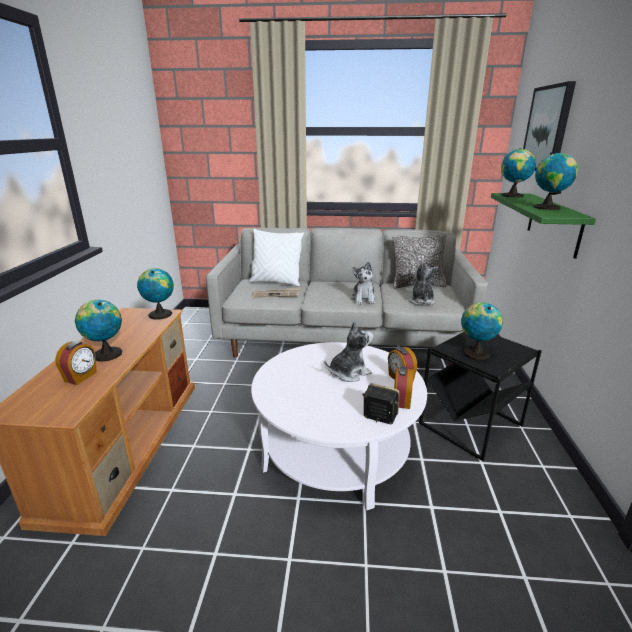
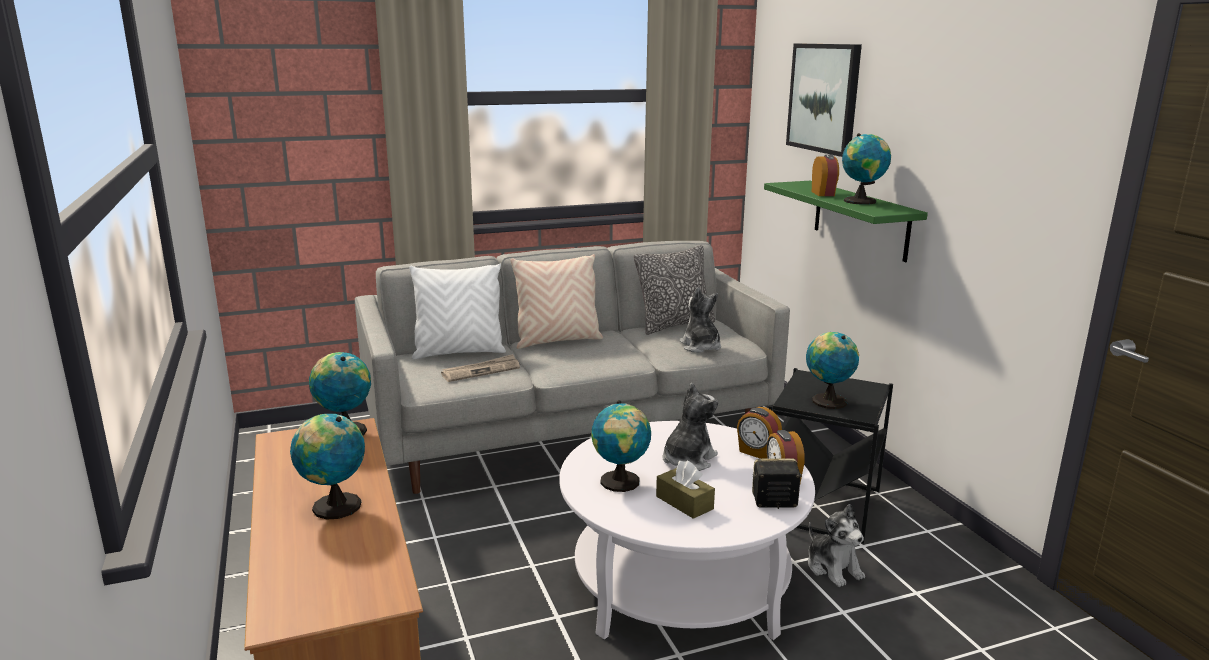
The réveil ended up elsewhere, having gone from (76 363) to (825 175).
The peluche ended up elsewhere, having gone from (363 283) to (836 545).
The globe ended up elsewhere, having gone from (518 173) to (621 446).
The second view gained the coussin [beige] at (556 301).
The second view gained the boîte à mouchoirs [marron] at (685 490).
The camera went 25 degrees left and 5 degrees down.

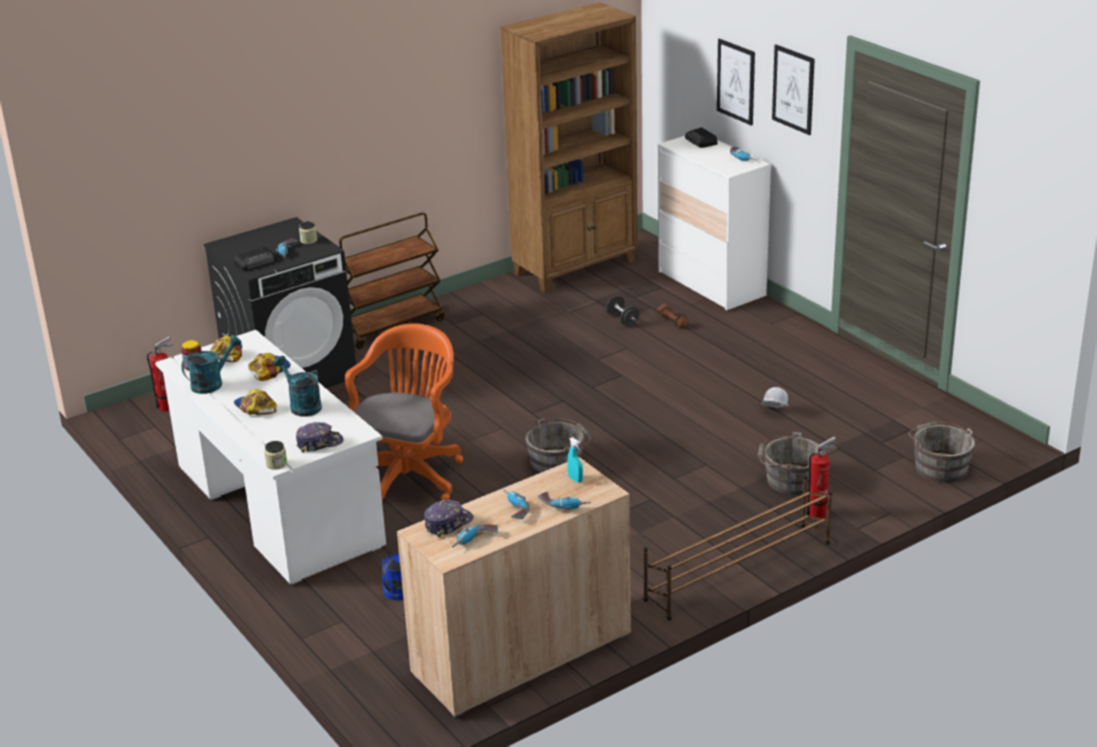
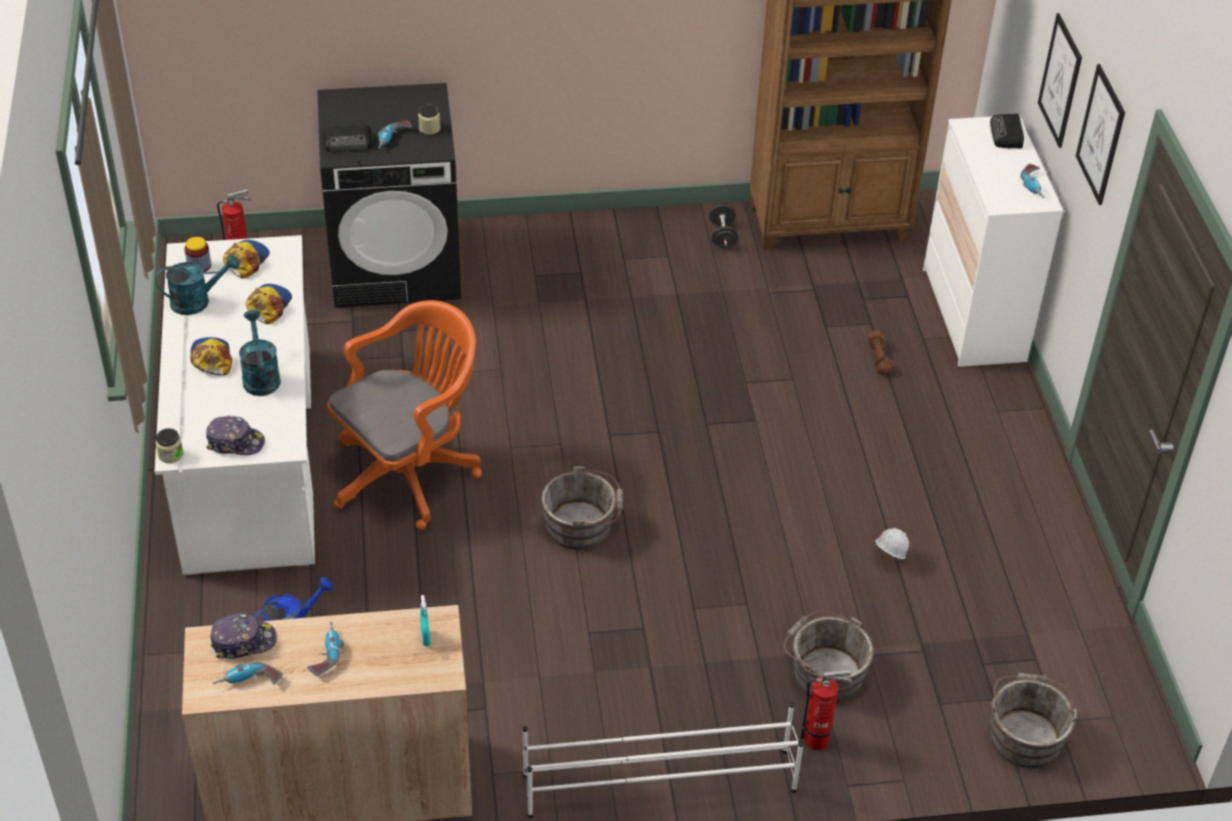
The casquette at (269 367) ended up facing another way, 45 degrees counterclockwise from before.
The second view lost the chariot [marron] at (392 280).
The second view lost the perceuse at (564 501).
The haltère [noir] ended up elsewhere, having gone from (622 310) to (723 226).
What was the étagère à chaussures [marron] at (738 547) turned into the étagère à chaussures [blanc] at (663 760).
The camera went 25 degrees right and 15 degrees up.

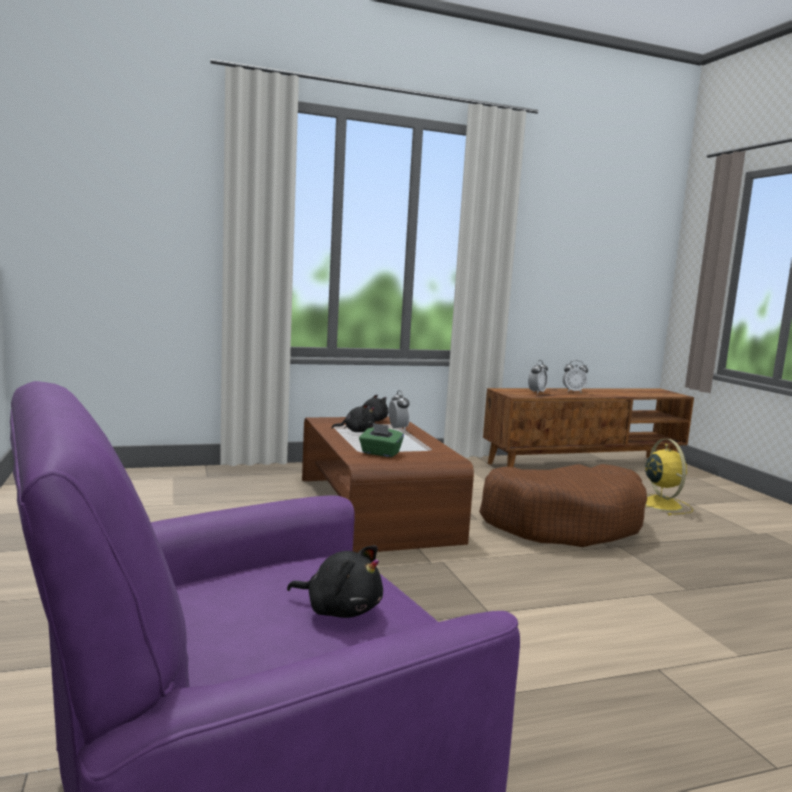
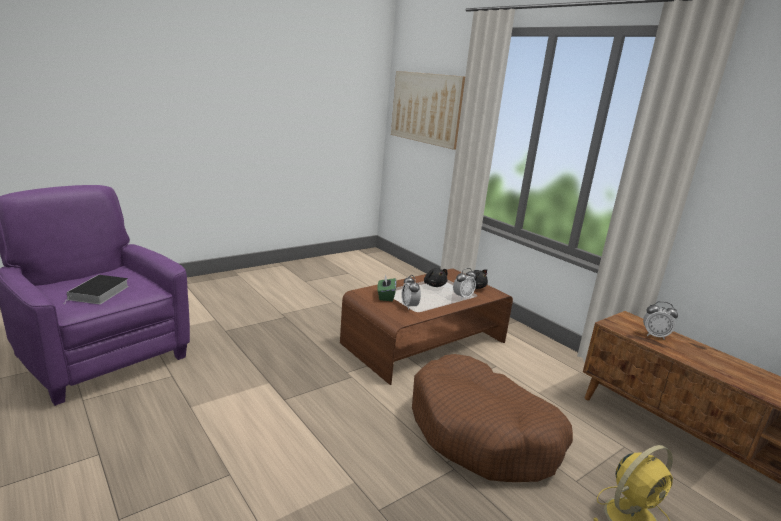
Where the peluche [noir] stood at (335 581), the livre came to stand at (96 289).
The réveil ended up elsewhere, having gone from (575 376) to (411 292).
The second view gained the tableau at (428 110).
The camera went 70 degrees right and 10 degrees up.

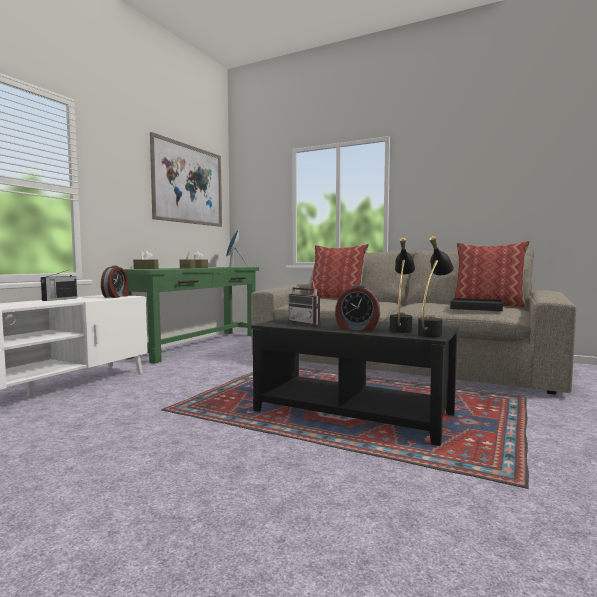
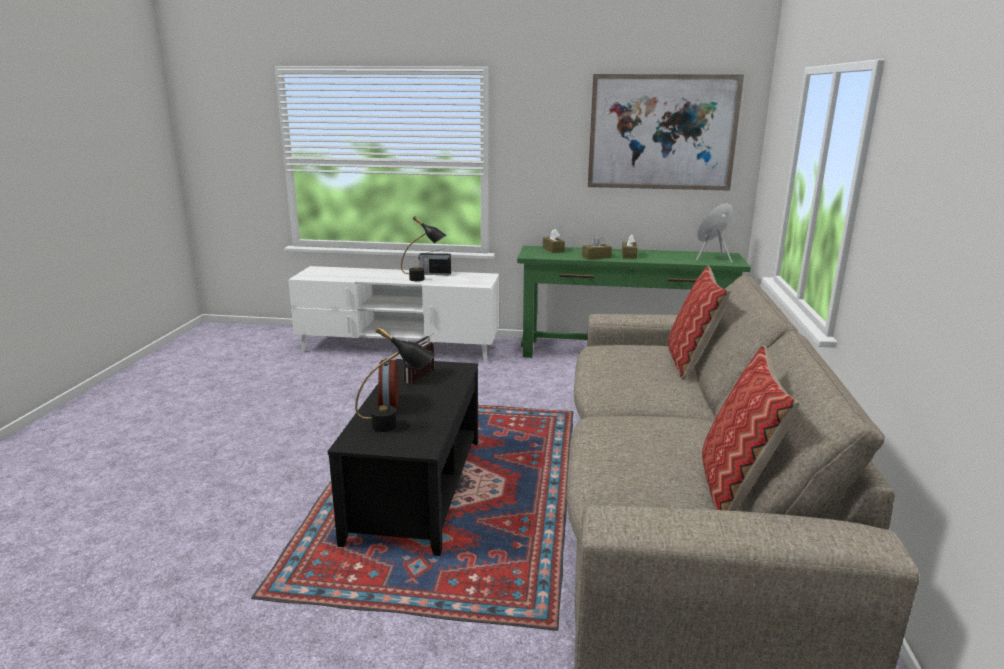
The second view lost the réveil at (115 282).
The lampe de table [noir] ended up elsewhere, having gone from (436 286) to (423 248).
The second view lost the plateau [noir] at (476 304).
The camera went 70 degrees right and 15 degrees up.

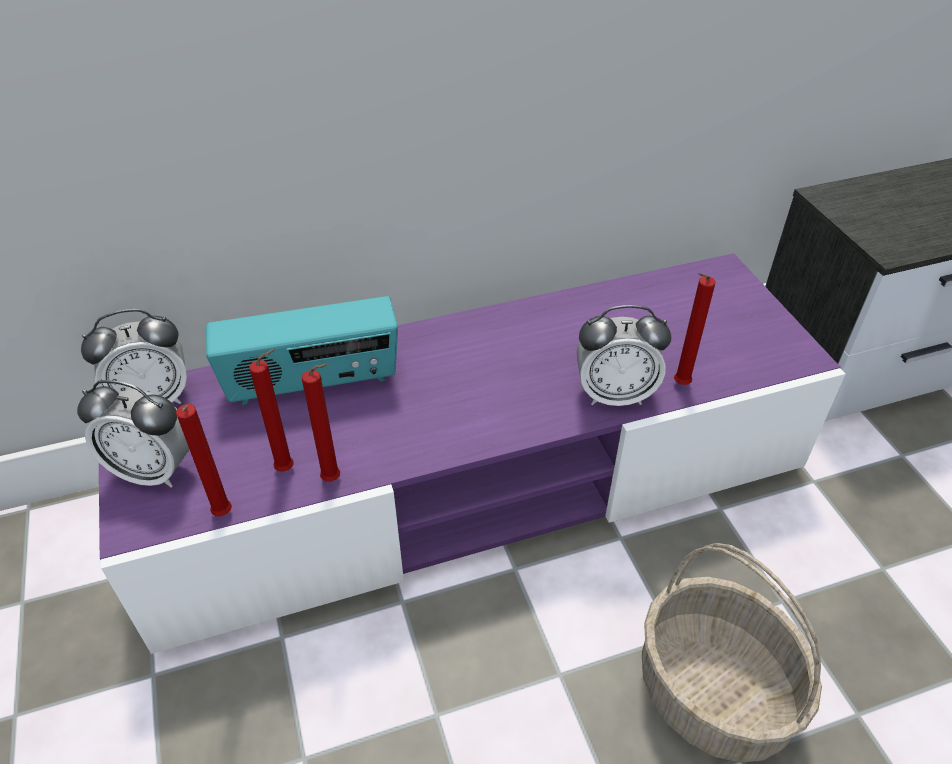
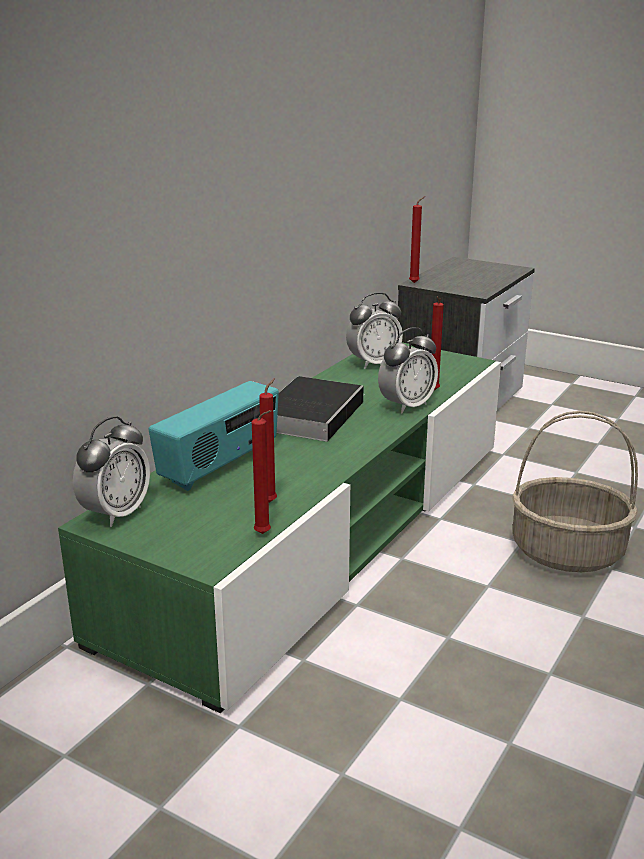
The réveil ended up elsewhere, having gone from (133 434) to (374 331).
What was the meuble télé [violet] at (472 453) turned into the meuble télé [vert] at (279 527).
The bougie [rouge] ended up elsewhere, having gone from (321 423) to (417 239).
The second view gained the livre at (320 409).
The camera went 40 degrees left and 20 degrees down.

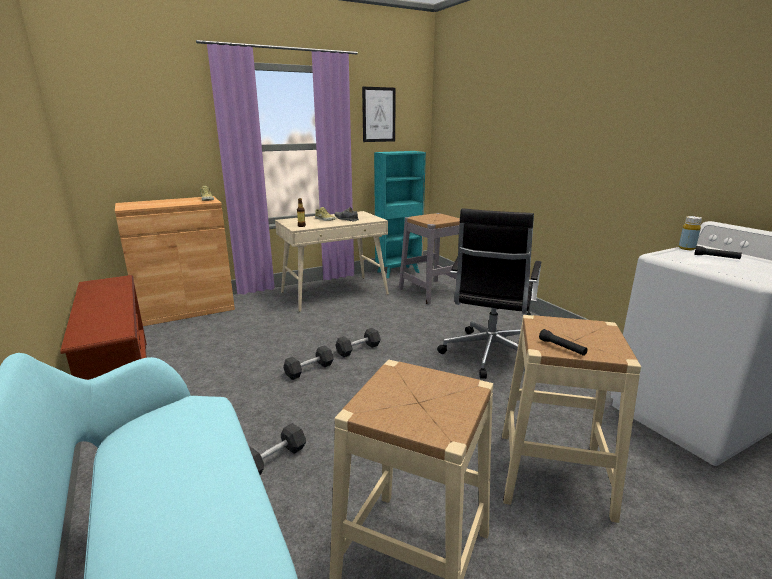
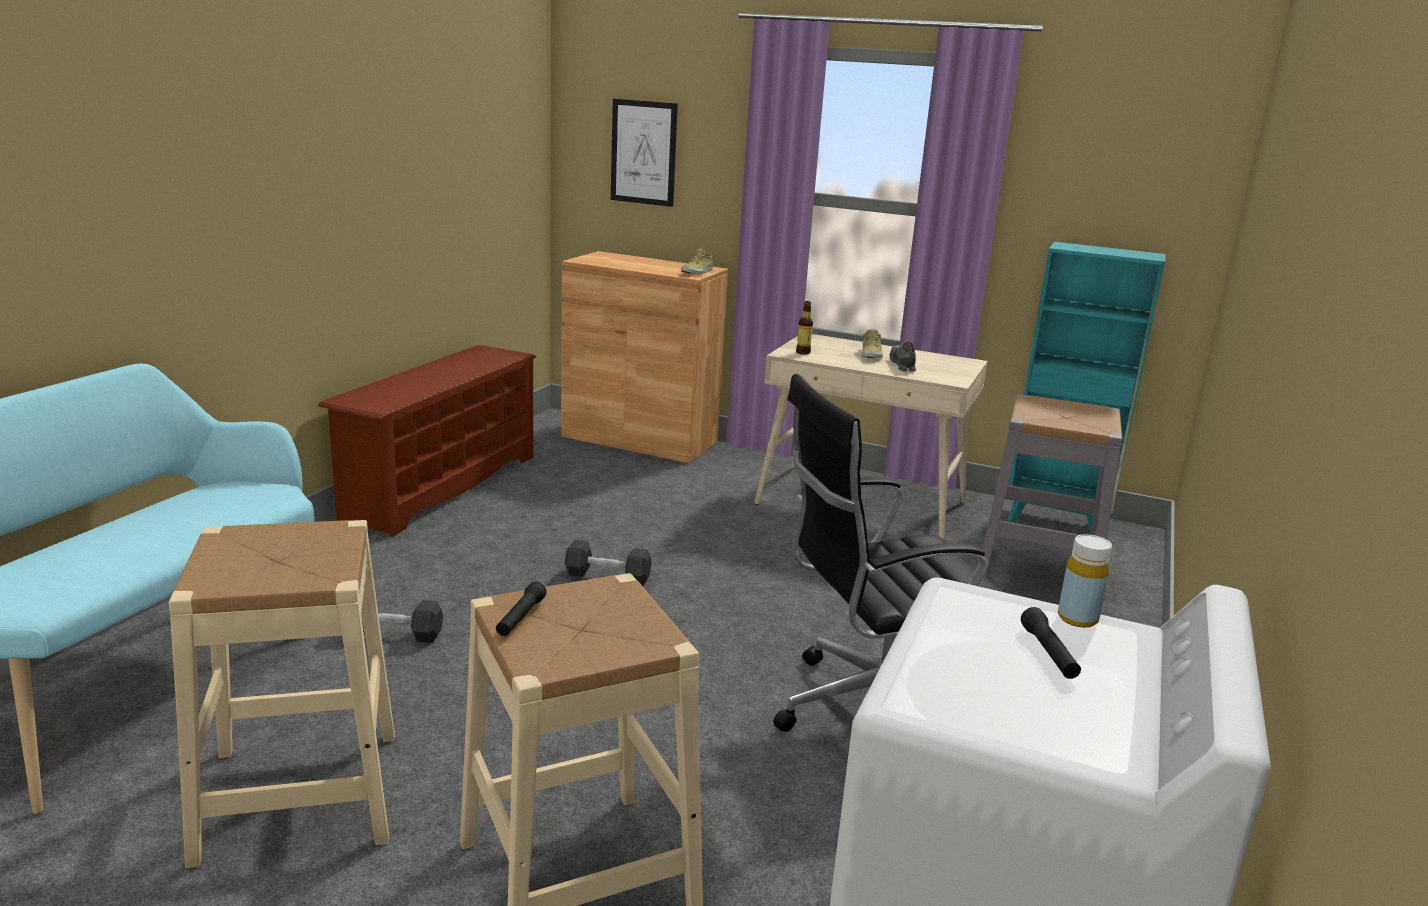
The second view lost the haltère [noir] at (358 342).
The tableau ended up elsewhere, having gone from (379 114) to (644 153).
The camera went 50 degrees right and 0 degrees up.

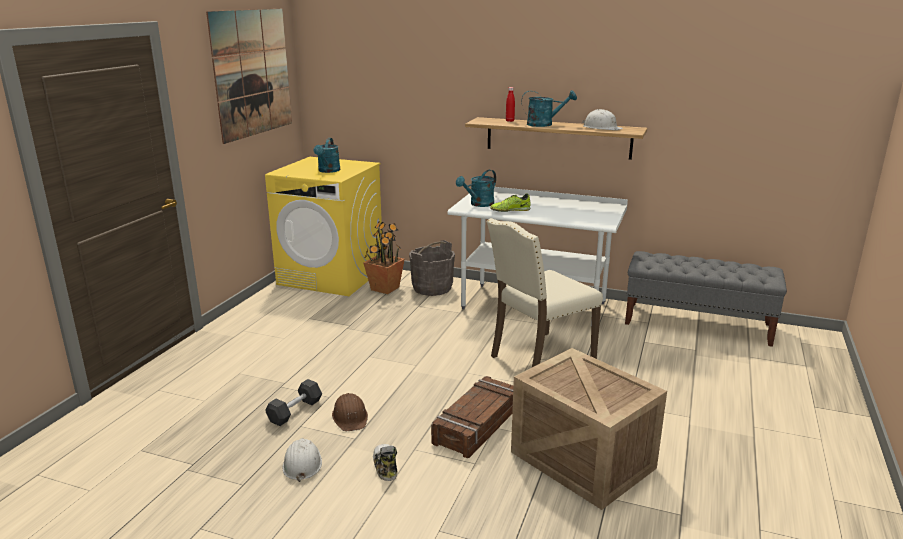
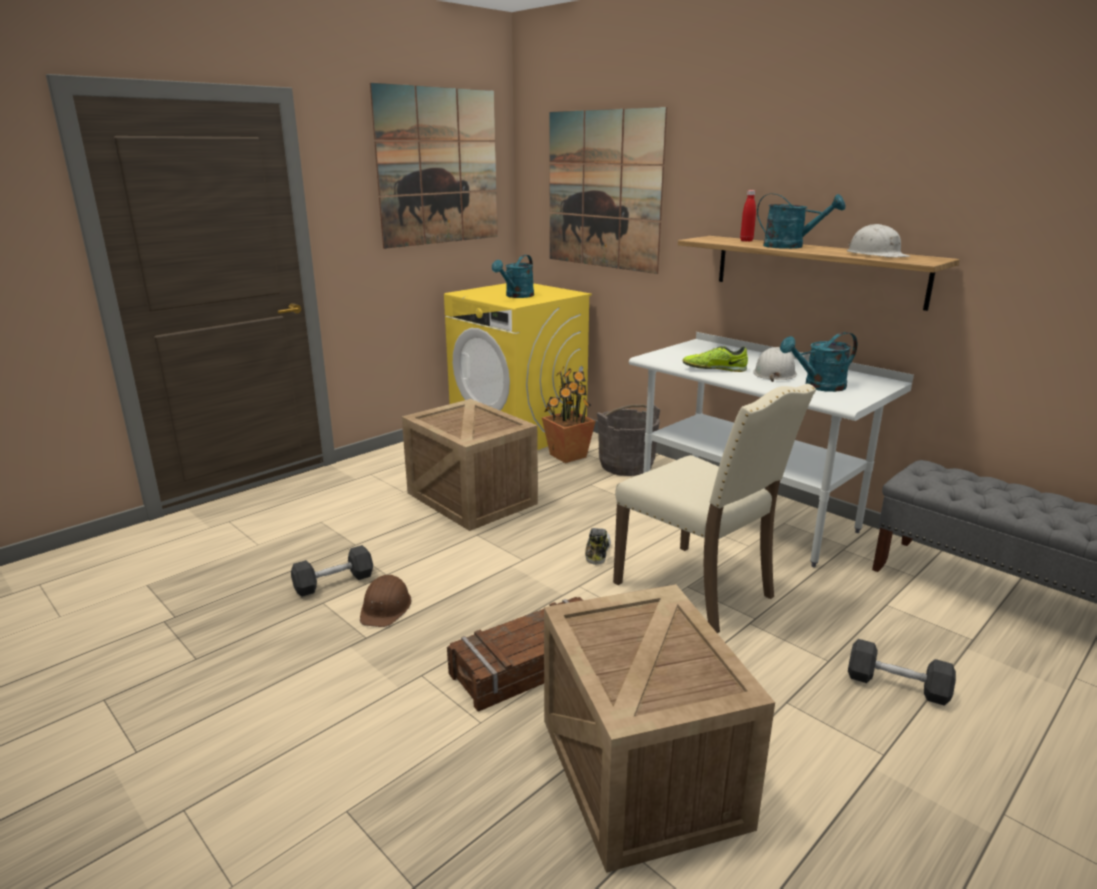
The casque de chantier [blanc] ended up elsewhere, having gone from (302 460) to (775 364).
The chaussure ended up elsewhere, having gone from (385 462) to (598 546).
The arrosoir [turquoise] ended up elsewhere, having gone from (476 188) to (818 362).
The chaise [beige] at (545 292) ended up facing another way, 120 degrees counterclockwise from before.
The second view gained the caisse at (470 465).
The second view gained the tableau at (608 190).
The second view gained the haltère [gris] at (902 672).
The camera went 25 degrees right and 0 degrees up.

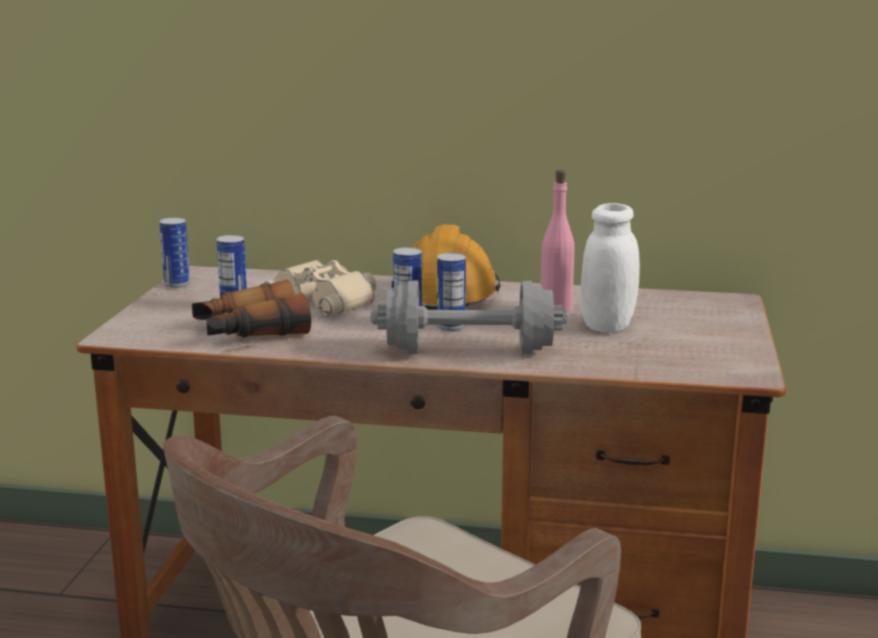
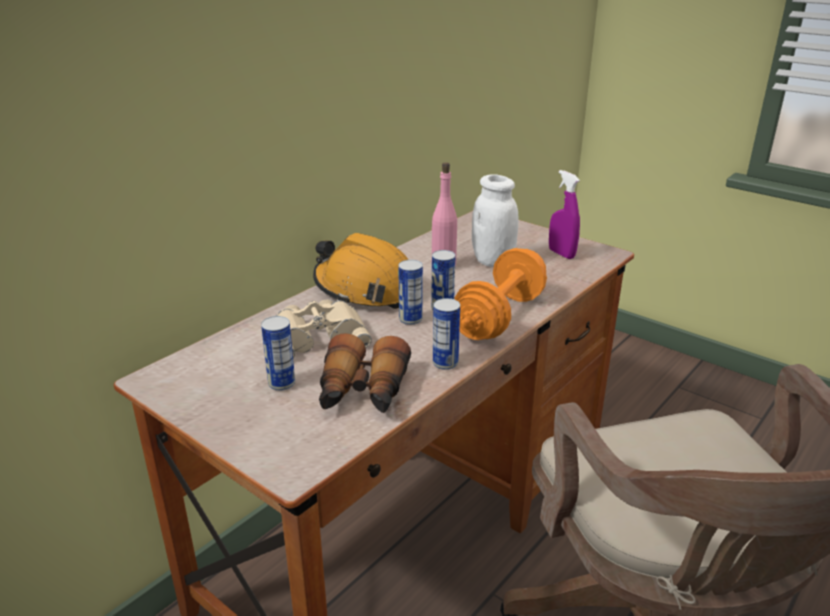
The boîte métallique ended up elsewhere, having gone from (174 252) to (446 334).
What was the haltère [gris] at (470 318) turned into the haltère [orange] at (501 294).
The second view gained the vaporisateur [violet] at (564 214).
The camera went 60 degrees left and 10 degrees up.

